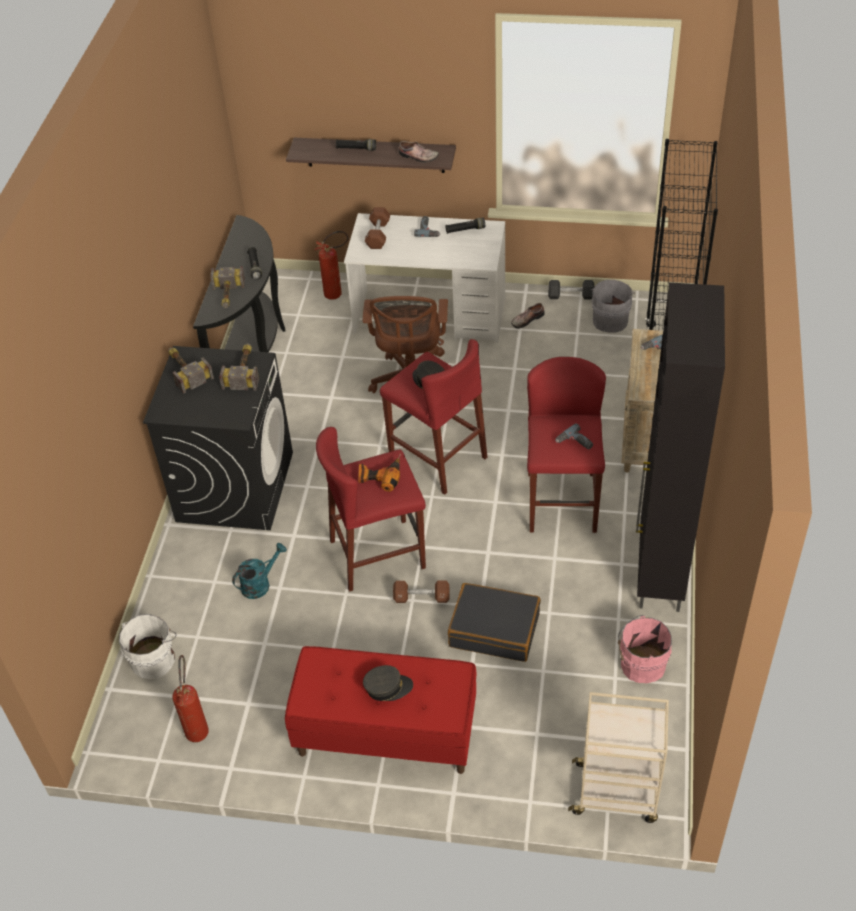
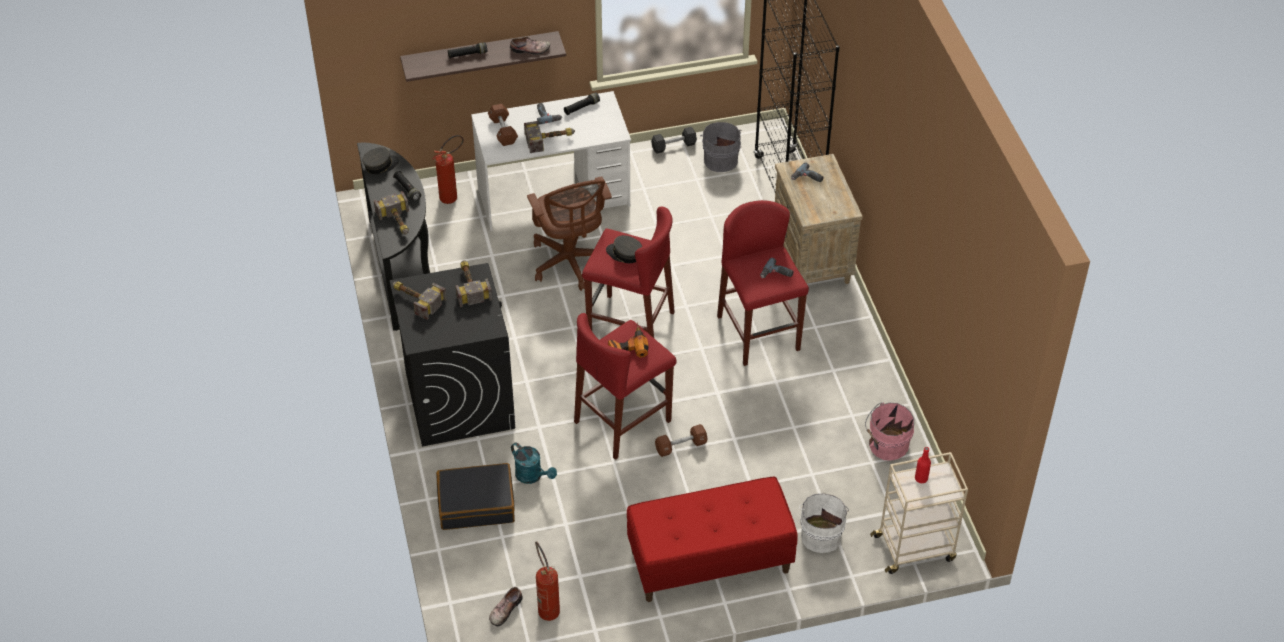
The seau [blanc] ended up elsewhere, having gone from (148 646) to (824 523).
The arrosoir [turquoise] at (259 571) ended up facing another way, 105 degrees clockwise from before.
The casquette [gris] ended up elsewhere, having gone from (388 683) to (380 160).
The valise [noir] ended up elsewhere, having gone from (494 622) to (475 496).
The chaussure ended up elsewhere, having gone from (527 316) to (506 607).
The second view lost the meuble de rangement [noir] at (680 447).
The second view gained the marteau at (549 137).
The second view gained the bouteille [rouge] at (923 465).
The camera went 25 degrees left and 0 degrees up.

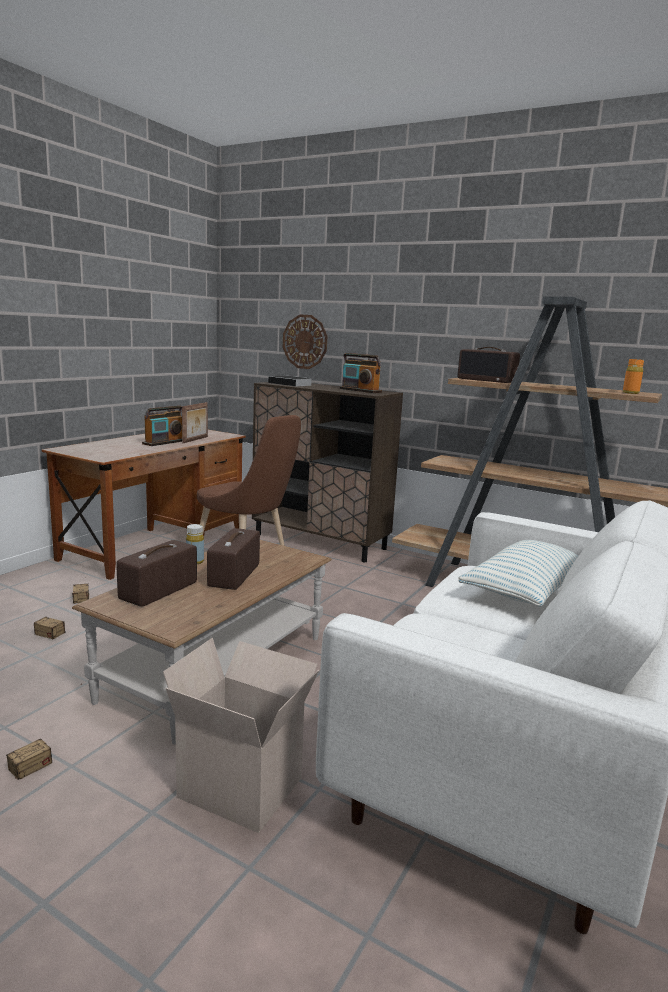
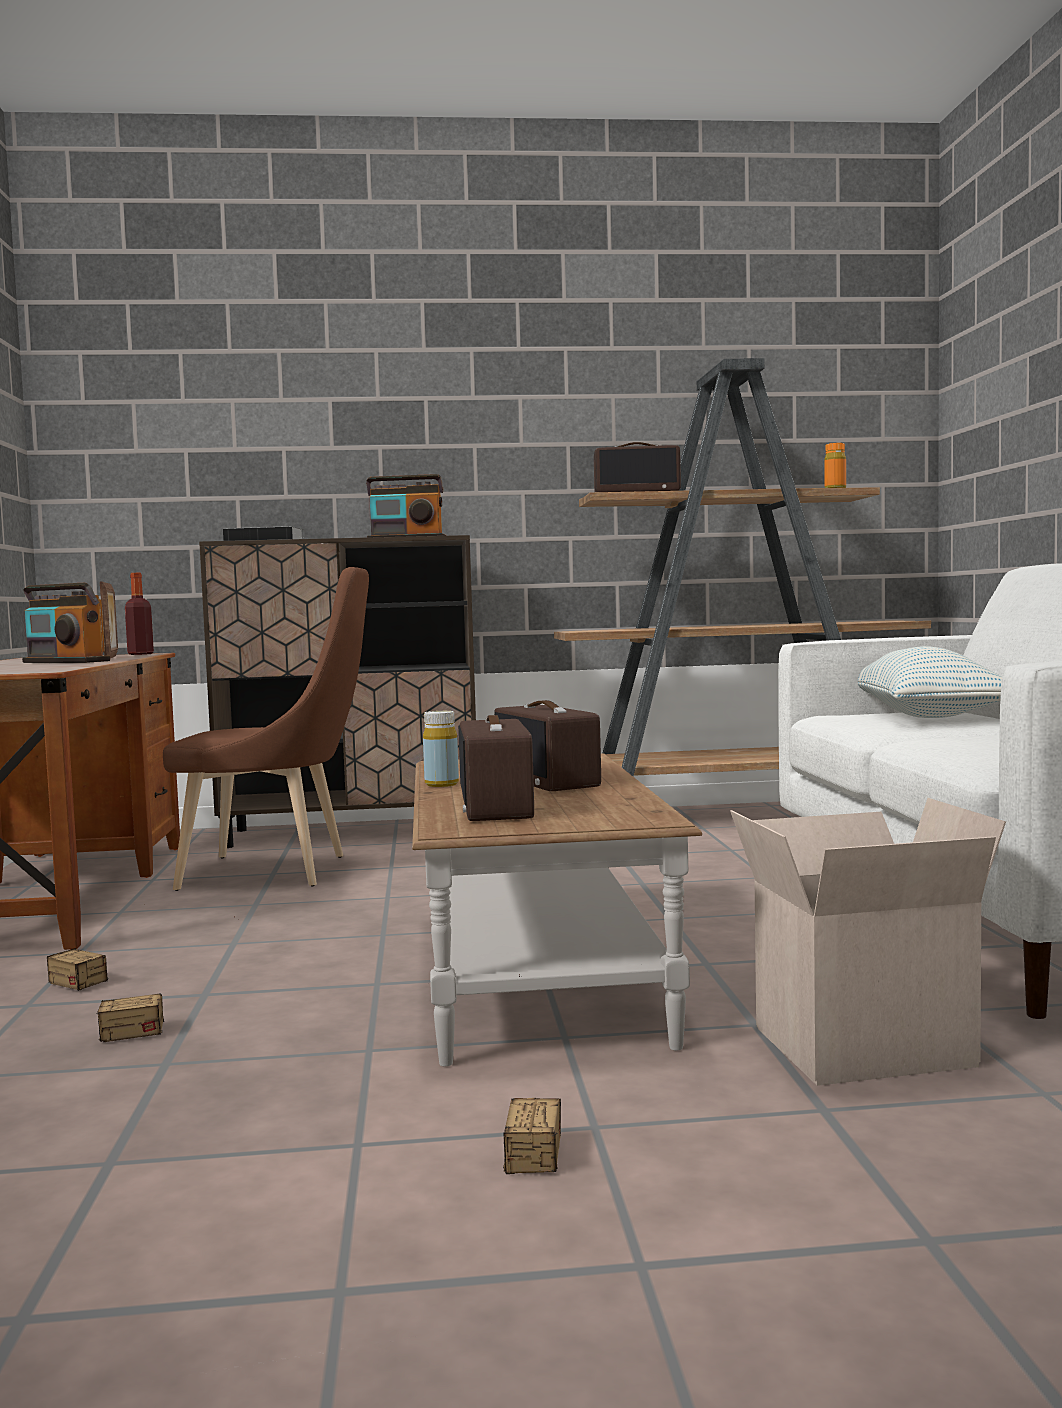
The radio at (162 426) ended up facing another way, 120 degrees clockwise from before.
The second view lost the horloge murale at (305 342).
The second view gained the bouteille at (139 614).
The camera went 35 degrees left and 10 degrees down.

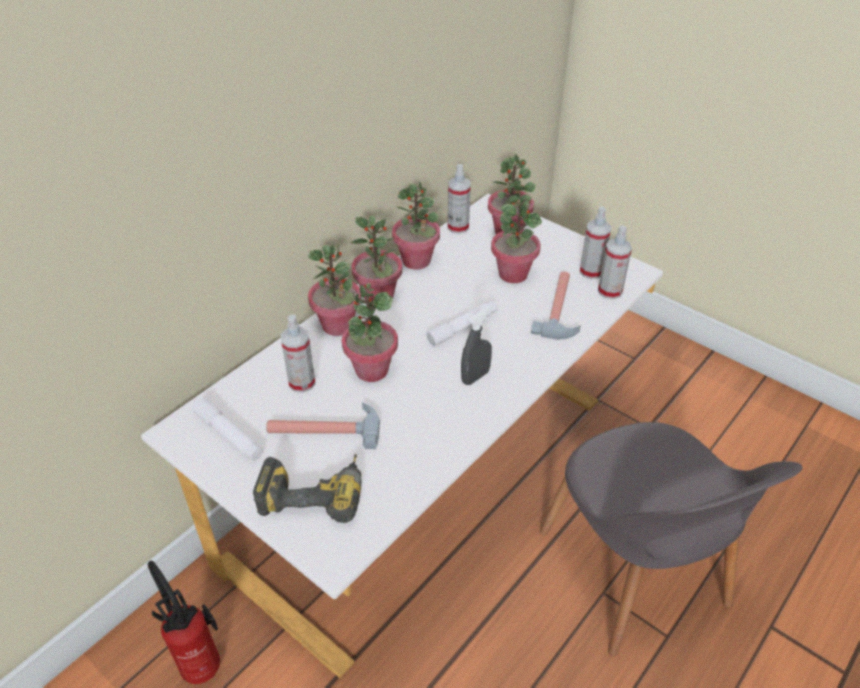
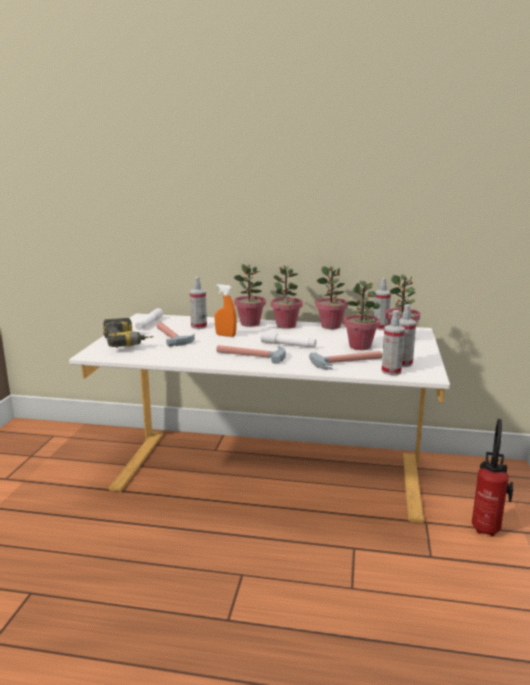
The extincteur ended up elsewhere, having gone from (184 622) to (492 477).
Where the plante en pot stood at (370 332), the vaporisateur [orange] came to stand at (226 310).
Where the vaporisateur [gris] stood at (476 346), the marteau came to stand at (251 354).
The second view lost the chaise [gris] at (671 539).
The camera went 60 degrees right and 25 degrees down.

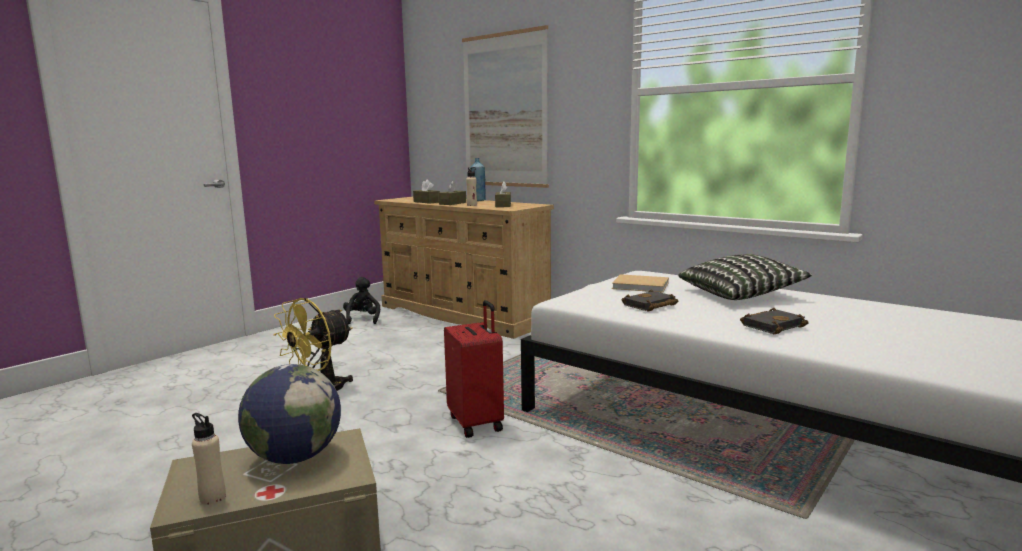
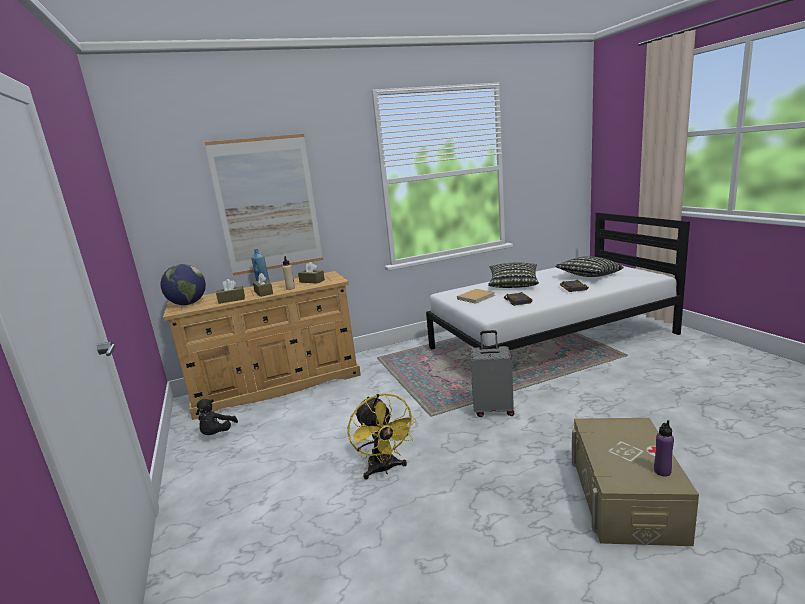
What was the bouteille [beige] at (209 459) turned into the bouteille [violet] at (664 448).
The globe ended up elsewhere, having gone from (289 414) to (183 284).
The peluche [noir] at (361 300) ended up facing another way, 105 degrees counterclockwise from before.
What was the valise [rouge] at (474 369) turned into the valise [gris] at (492 373).
The second view gained the coussin at (589 266).
The camera went 60 degrees left and 5 degrees up.

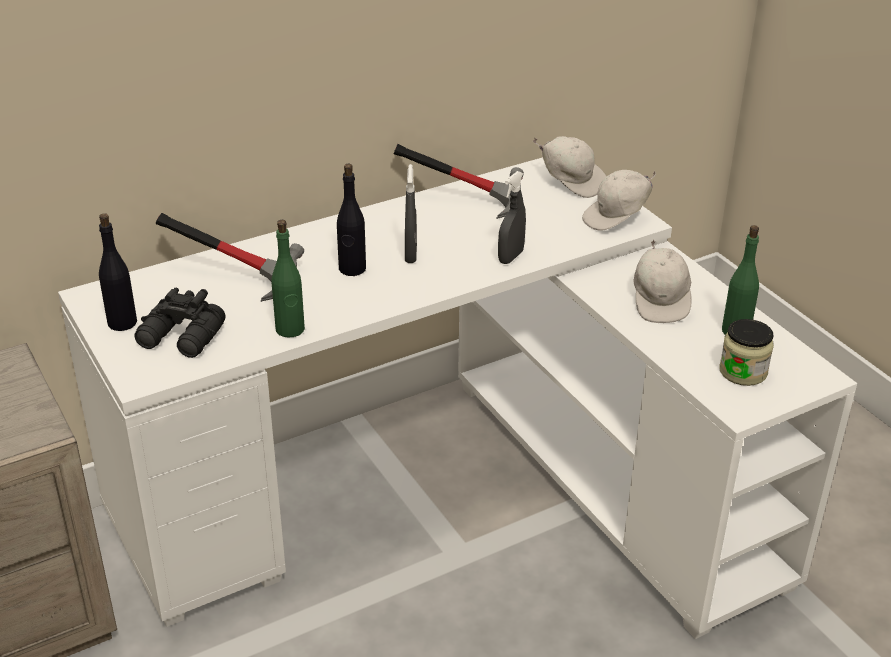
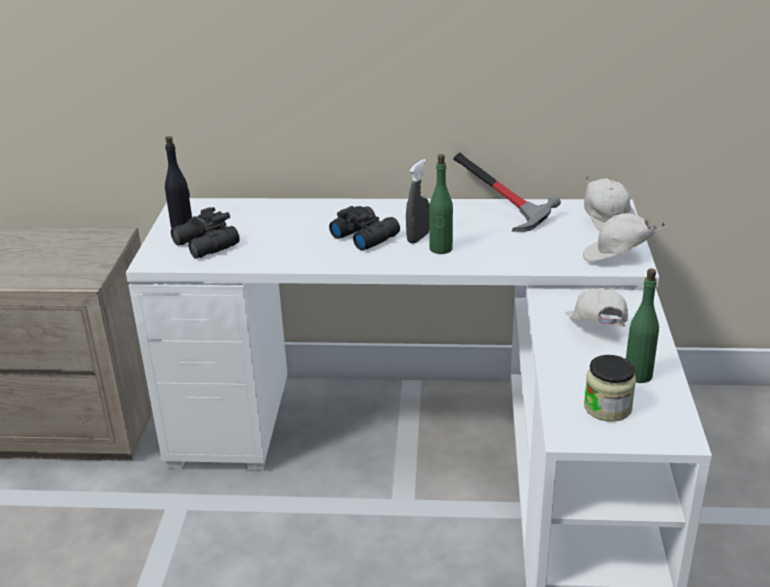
The second view lost the marteau at (230 257).
The bouteille [vert] ended up elsewhere, having gone from (288 279) to (441 204).
Where the bouteille [noir] stood at (351 220), the jumelles [noir] came to stand at (364 228).
The second view lost the vaporisateur [gris] at (512 217).
The casquette [blanc] at (663 281) ended up facing another way, 135 degrees clockwise from before.
The camera went 35 degrees right and 5 degrees down.

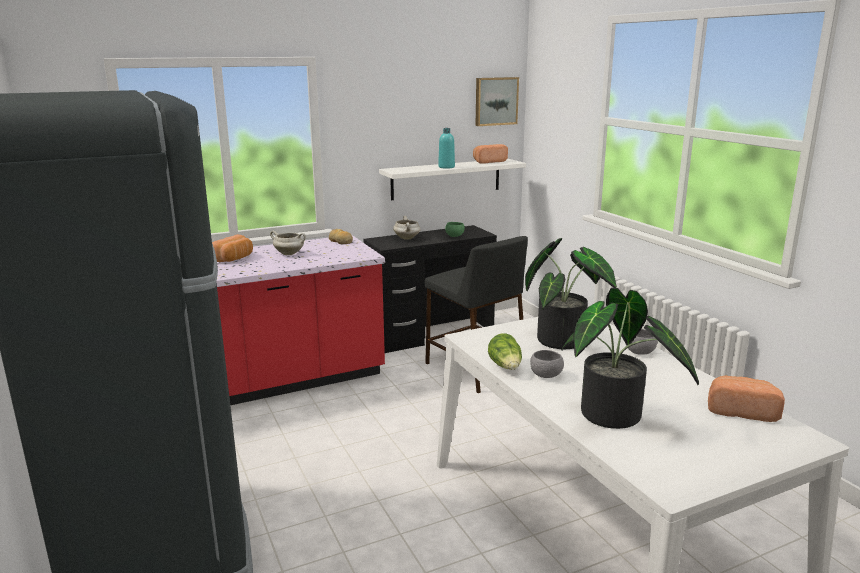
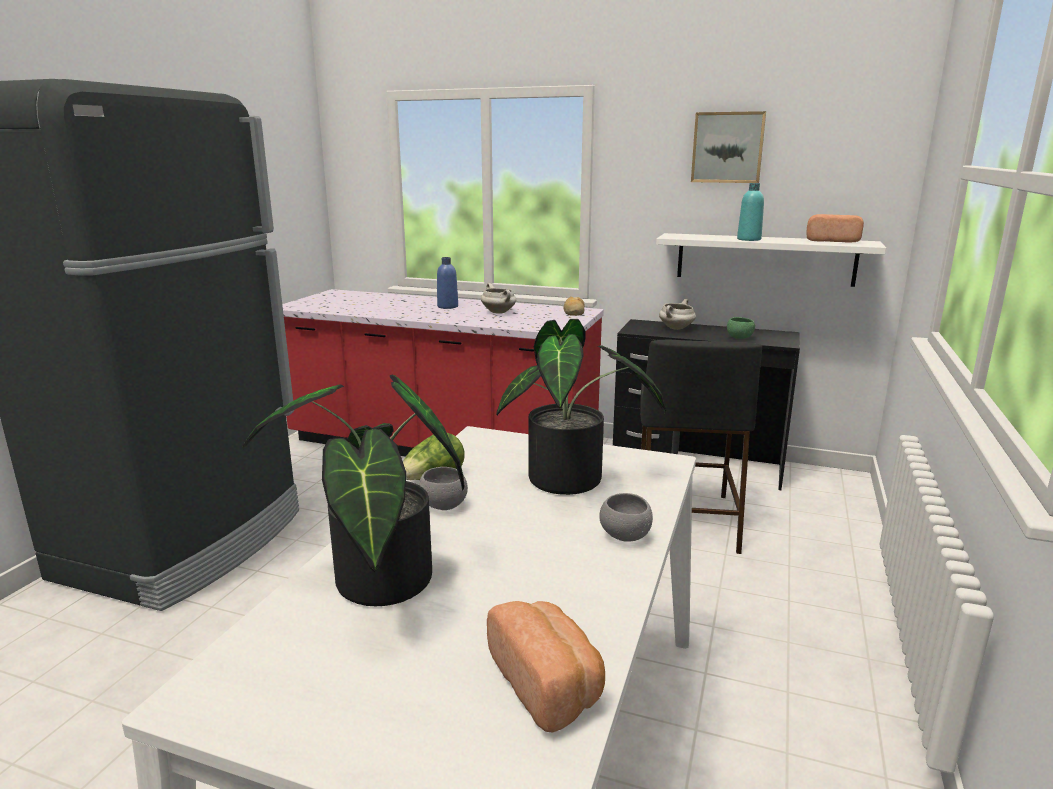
Where the pain stood at (232 248), the bouteille [bleu] came to stand at (447 283).
The tableau ended up elsewhere, having gone from (497 101) to (728 147).
The camera went 45 degrees right and 0 degrees up.

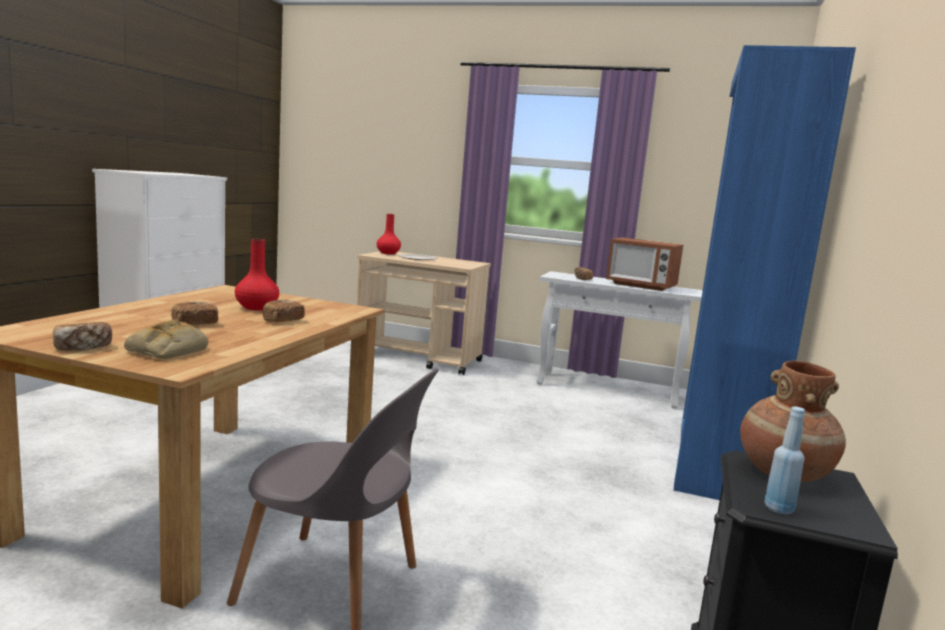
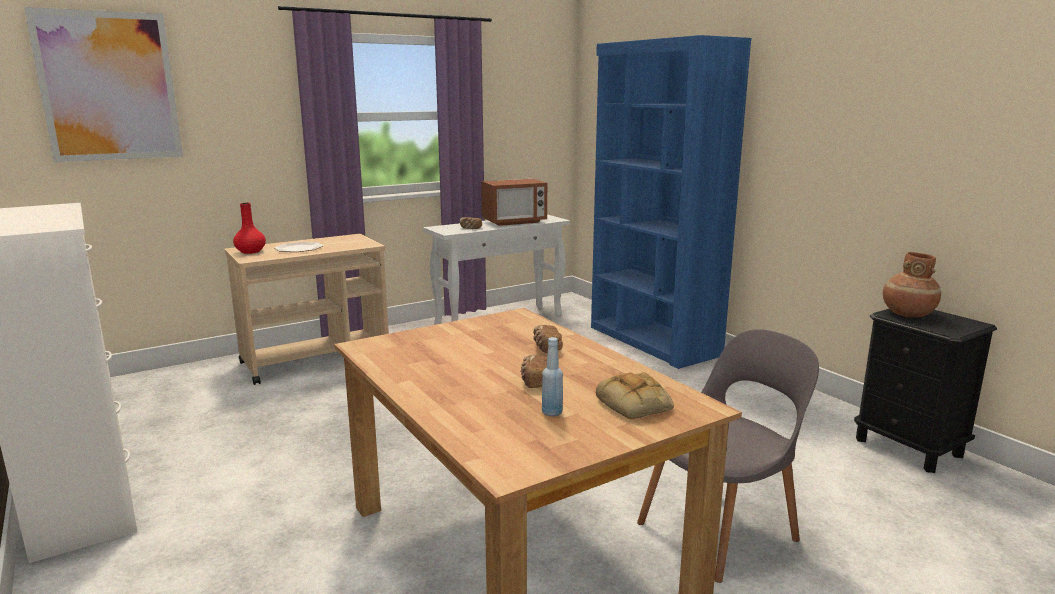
The second view lost the pain at (82 336).
The second view lost the vase [rouge] at (257 275).
The bouteille [bleu] ended up elsewhere, having gone from (785 460) to (552 377).
The second view gained the tableau at (103 84).
The camera went 50 degrees left and 5 degrees up.

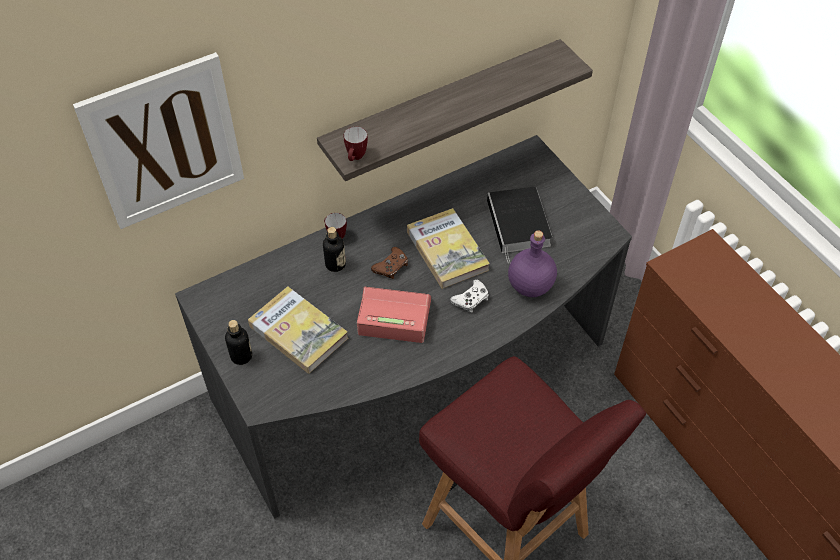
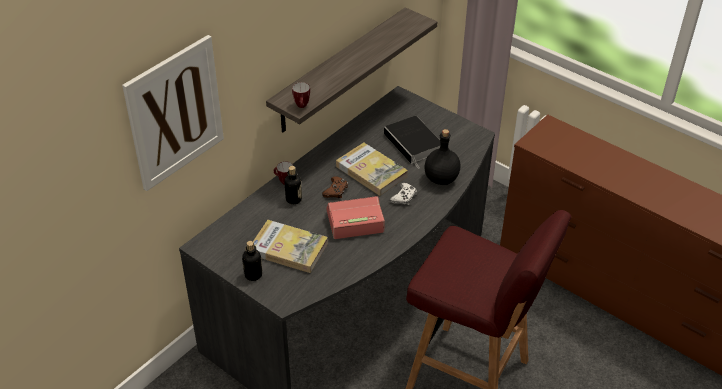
What was the bouteille [violet] at (532 263) turned into the bouteille [noir] at (442 157).
The camera went 20 degrees left and 10 degrees down.

